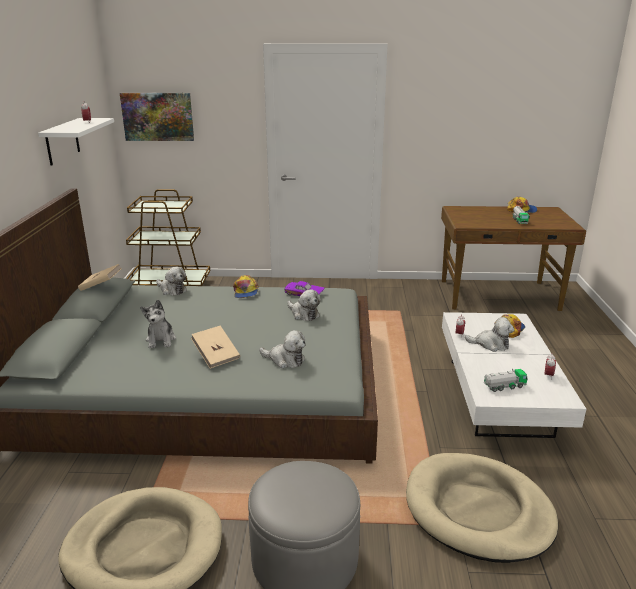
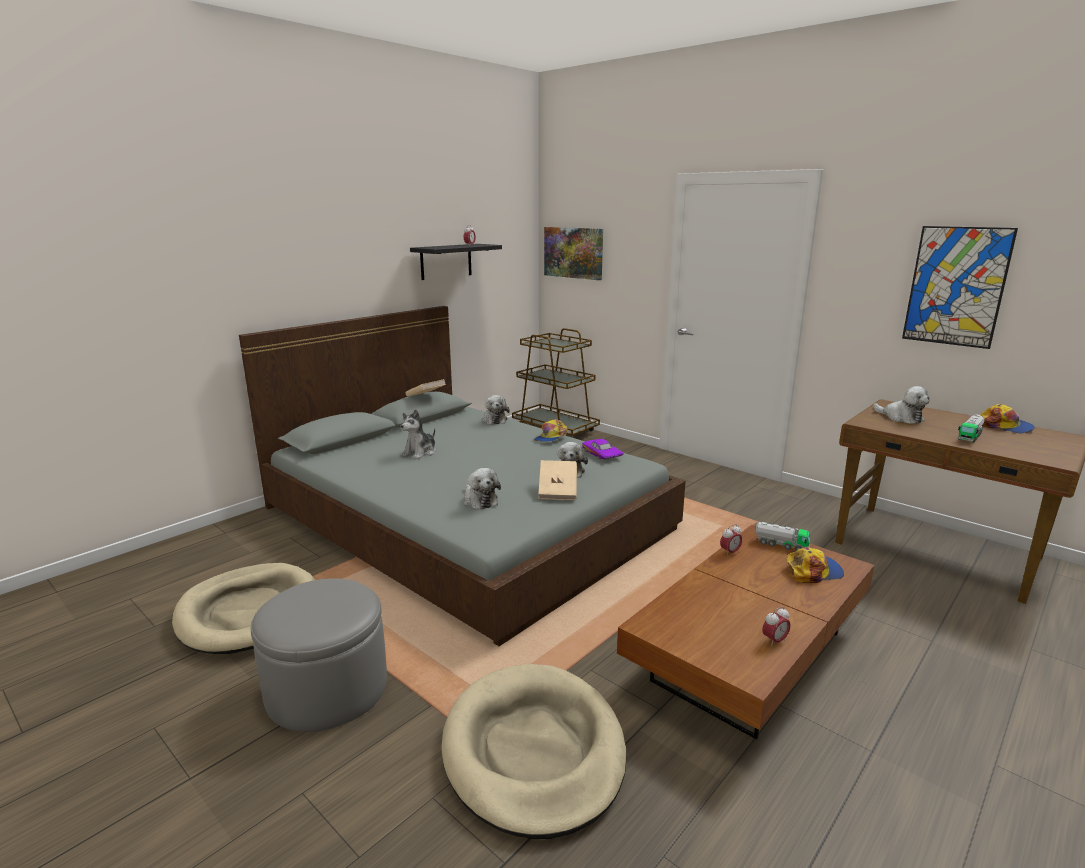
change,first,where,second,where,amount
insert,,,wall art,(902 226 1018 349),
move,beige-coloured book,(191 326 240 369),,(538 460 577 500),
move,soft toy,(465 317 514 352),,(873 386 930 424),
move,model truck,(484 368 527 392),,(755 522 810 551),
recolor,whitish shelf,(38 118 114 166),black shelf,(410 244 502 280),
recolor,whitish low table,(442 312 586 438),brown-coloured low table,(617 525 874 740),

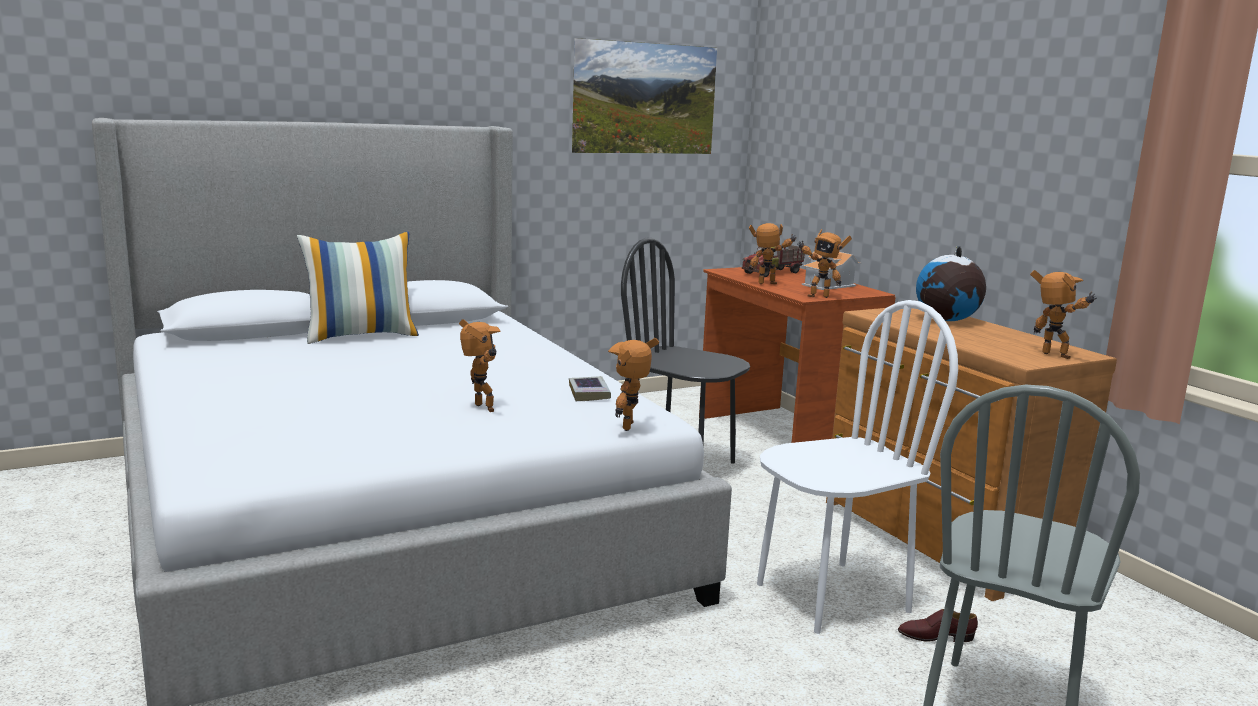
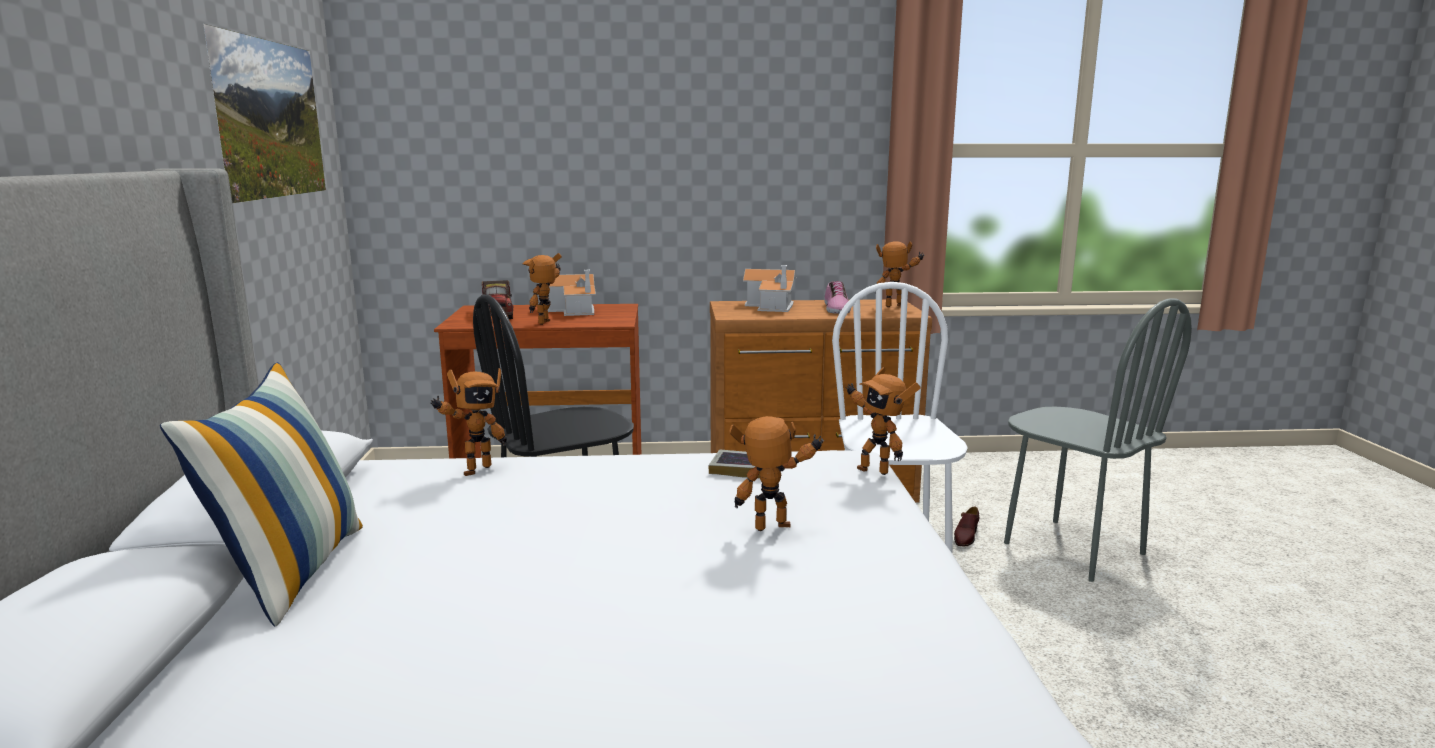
change,first,where,second,where,amount
insert,,,item of footwear,(824 281 851 314),
move,toy robot,(797 229 852 298),,(430 368 507 476),
replace,desk globe,(916 246 986 321),miniature house,(743 265 796 312),

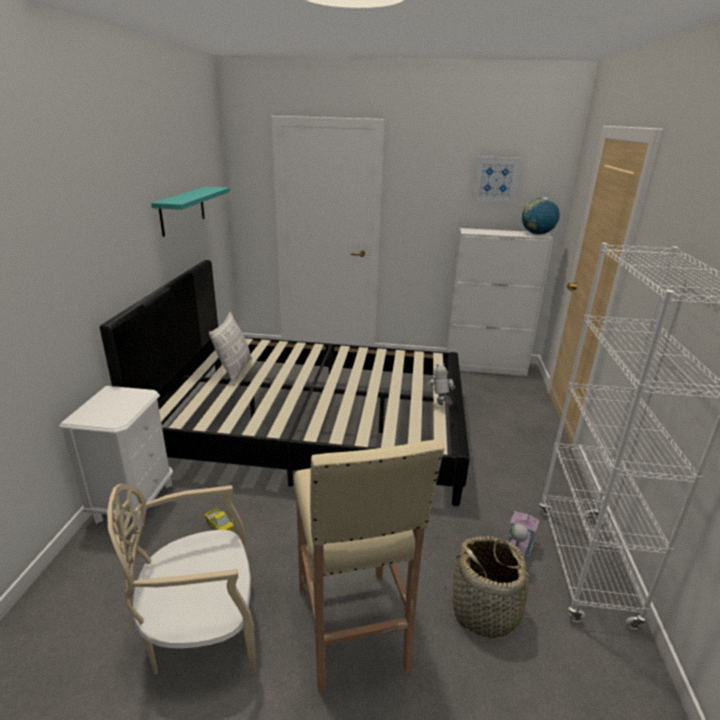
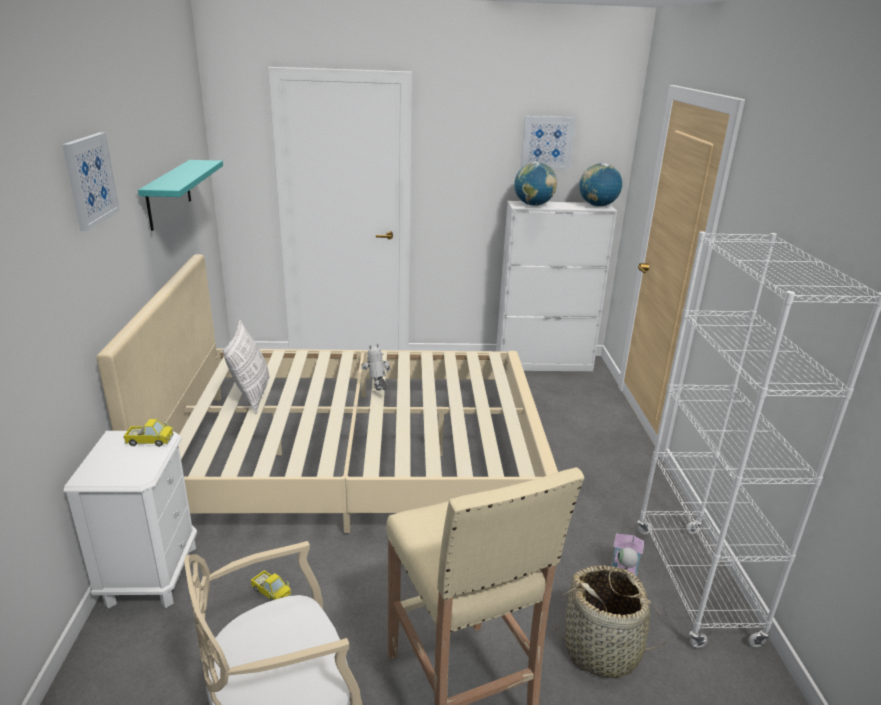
change,first,where,second,where,amount
insert,,,wall art,(62 132 120 231),
insert,,,model truck,(123 419 174 447),
insert,,,desk globe,(514 162 557 206),
move,toy robot,(428 363 455 406),,(361 344 390 391),
recolor,black bedroom bed,(100 260 470 506),beige-coloured bedroom bed,(97 254 558 533),

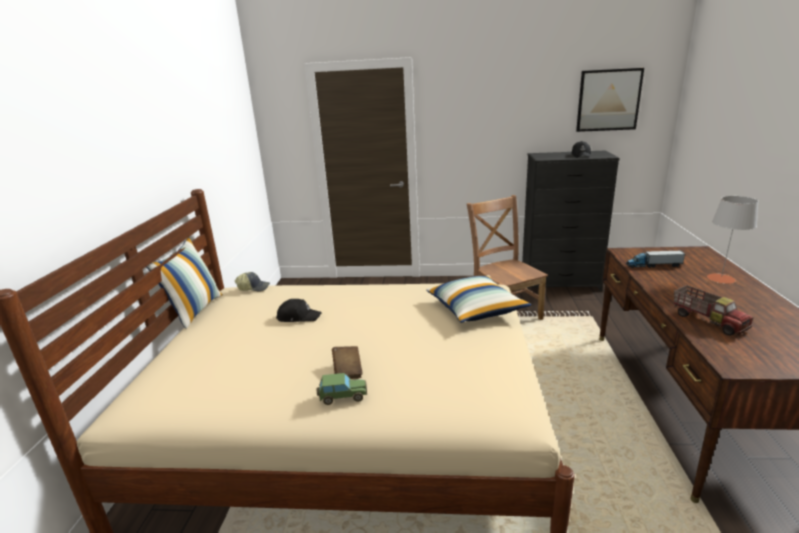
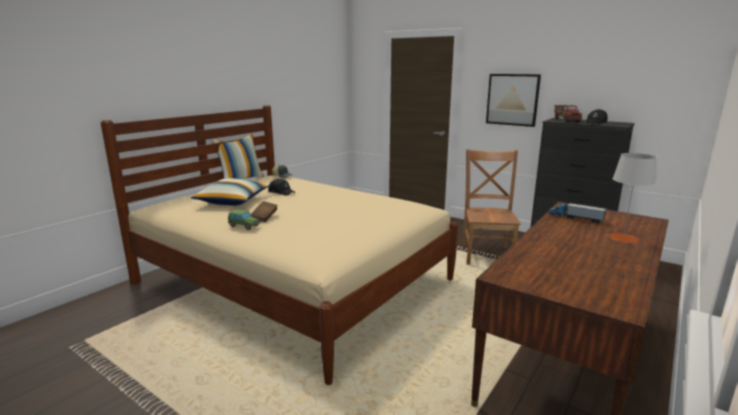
change,first,where,second,where,amount
move,throw pillow,(426 275 531 323),,(191 178 269 206),
move,wall art,(576 68 644 132),,(486 74 541 127),
move,model truck,(674 285 754 336),,(554 105 582 122),

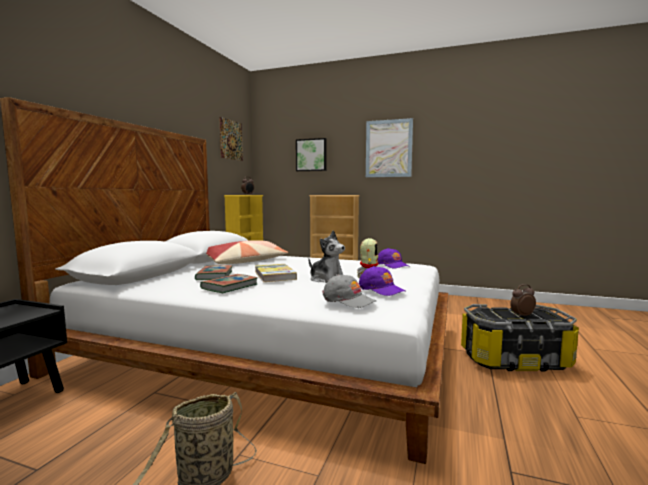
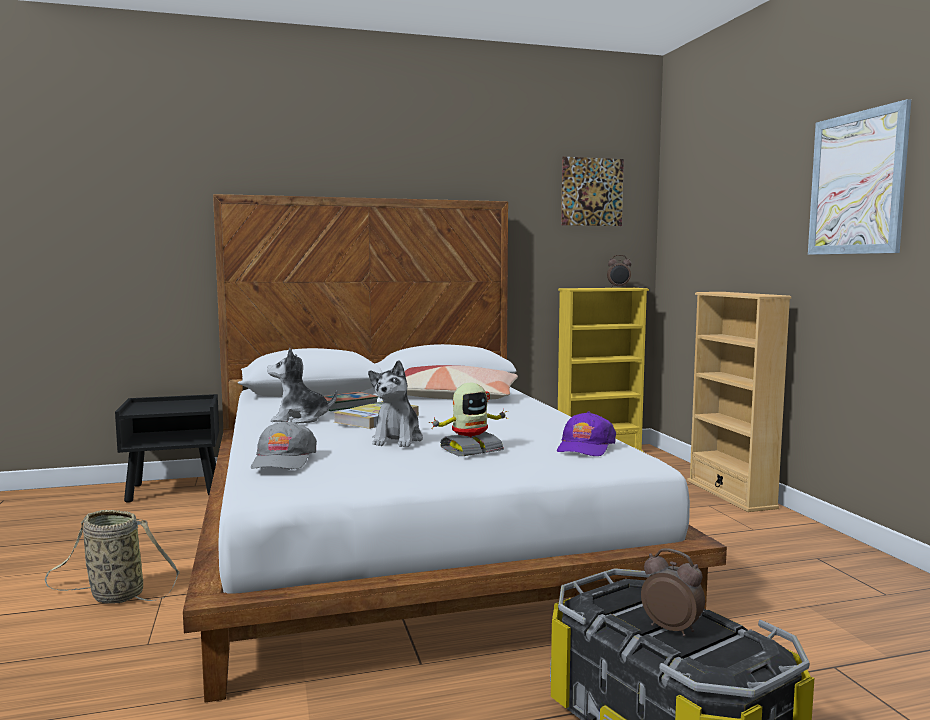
change,first,where,second,where,amount
delete,wall art,(296 138 326 171),,,
delete,purplish peaked cap,(359 266 406 296),,,
replace,book,(200 274 258 293),soft toy,(267 348 337 424),

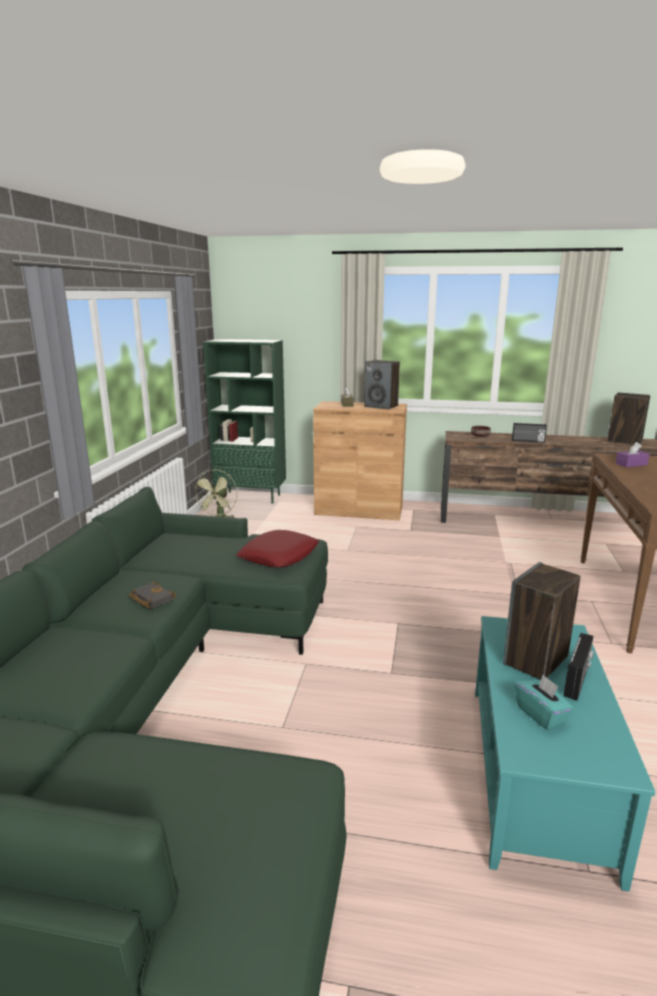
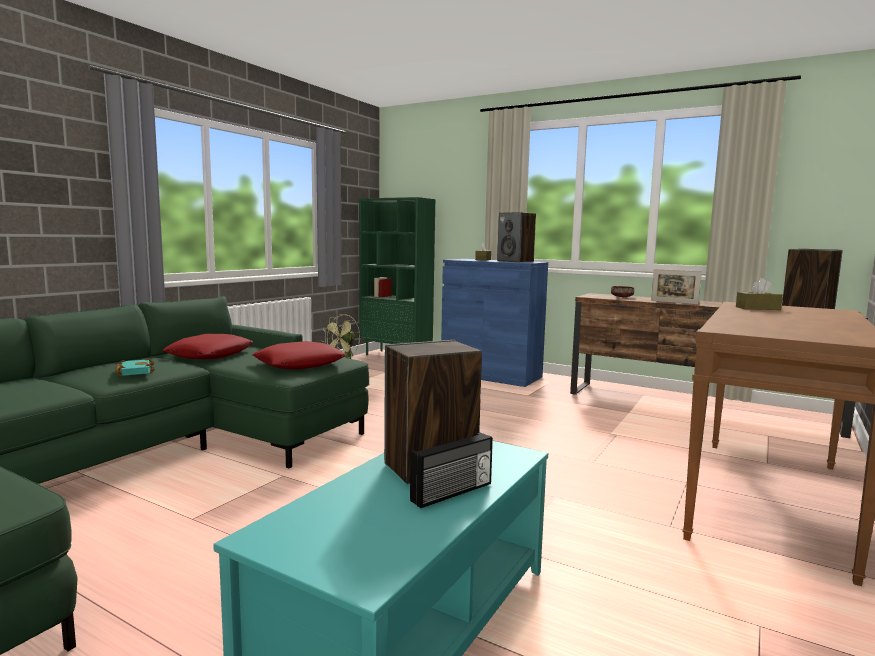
change,first,where,second,where,amount
delete,turquoise tissue box,(515 675 574 730),,,
insert,,,red-coloured throw pillow,(162 334 253 359),
replace,radio receiver,(512 423 547 443),picture frame,(651 269 702 304),
recolor,black book,(129 582 176 609),turquoise book,(115 358 155 376),
recolor,brown-coloured storage cabinet,(313 401 407 520),blue storage cabinet,(441 259 548 387),
recolor,purplish tissue box,(616 442 650 468),brown-coloured tissue box,(736 278 783 310),

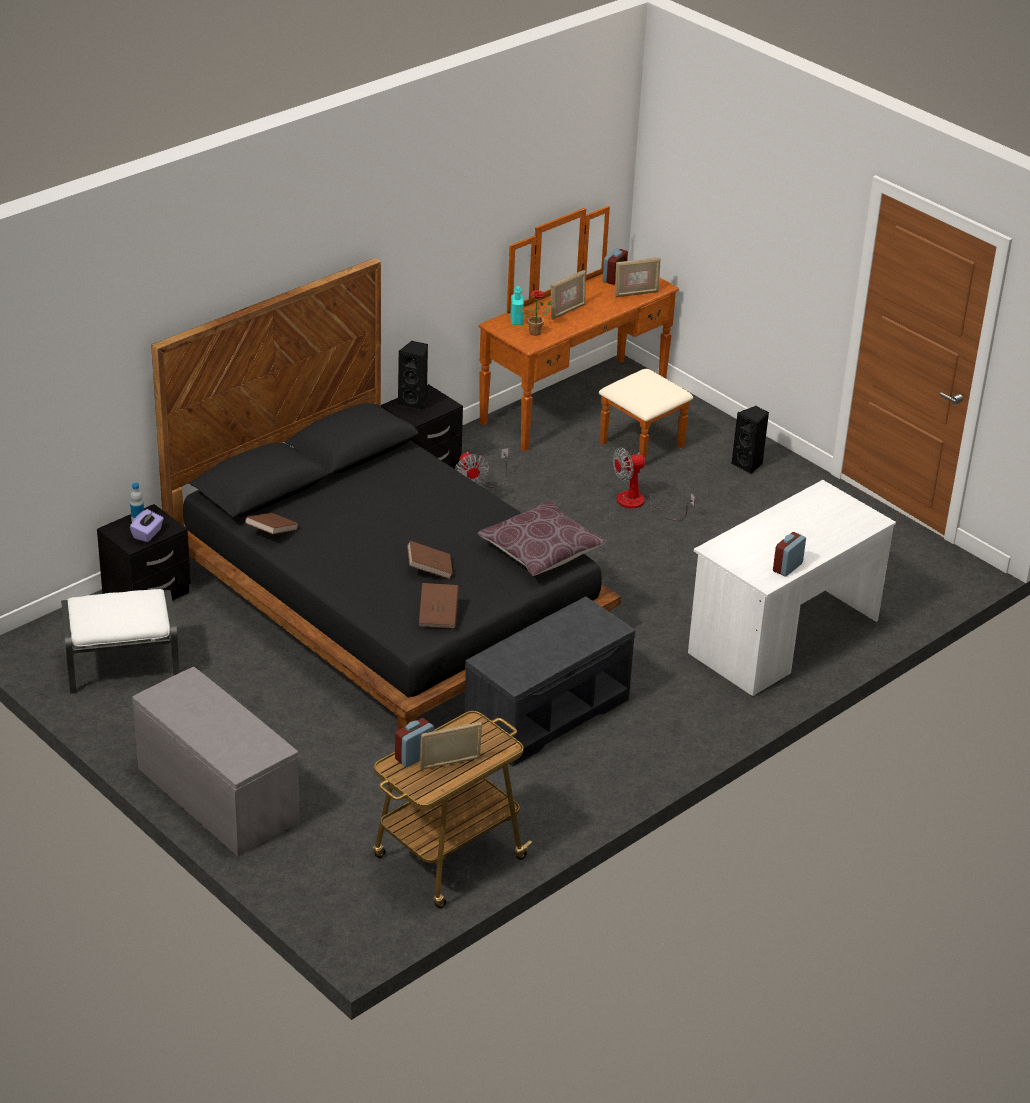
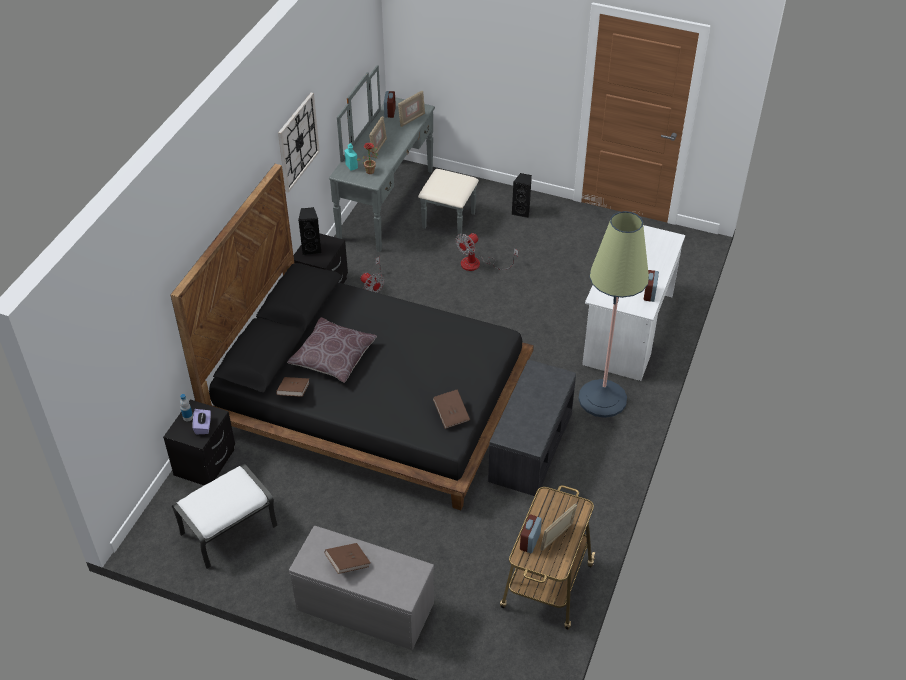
change,first,where,second,where,amount
insert,,,clock on the wall,(278 93 320 193),
insert,,,floor lamp,(578 211 649 418),
move,brown-coloured book,(407 541 453 579),,(324 543 371 574),
move,brown-coloured throw pillow,(478 500 607 576),,(287 317 377 383),
recolor,brown-coloured chest of drawers,(478 206 693 468),gray chest of drawers,(329 65 479 252),

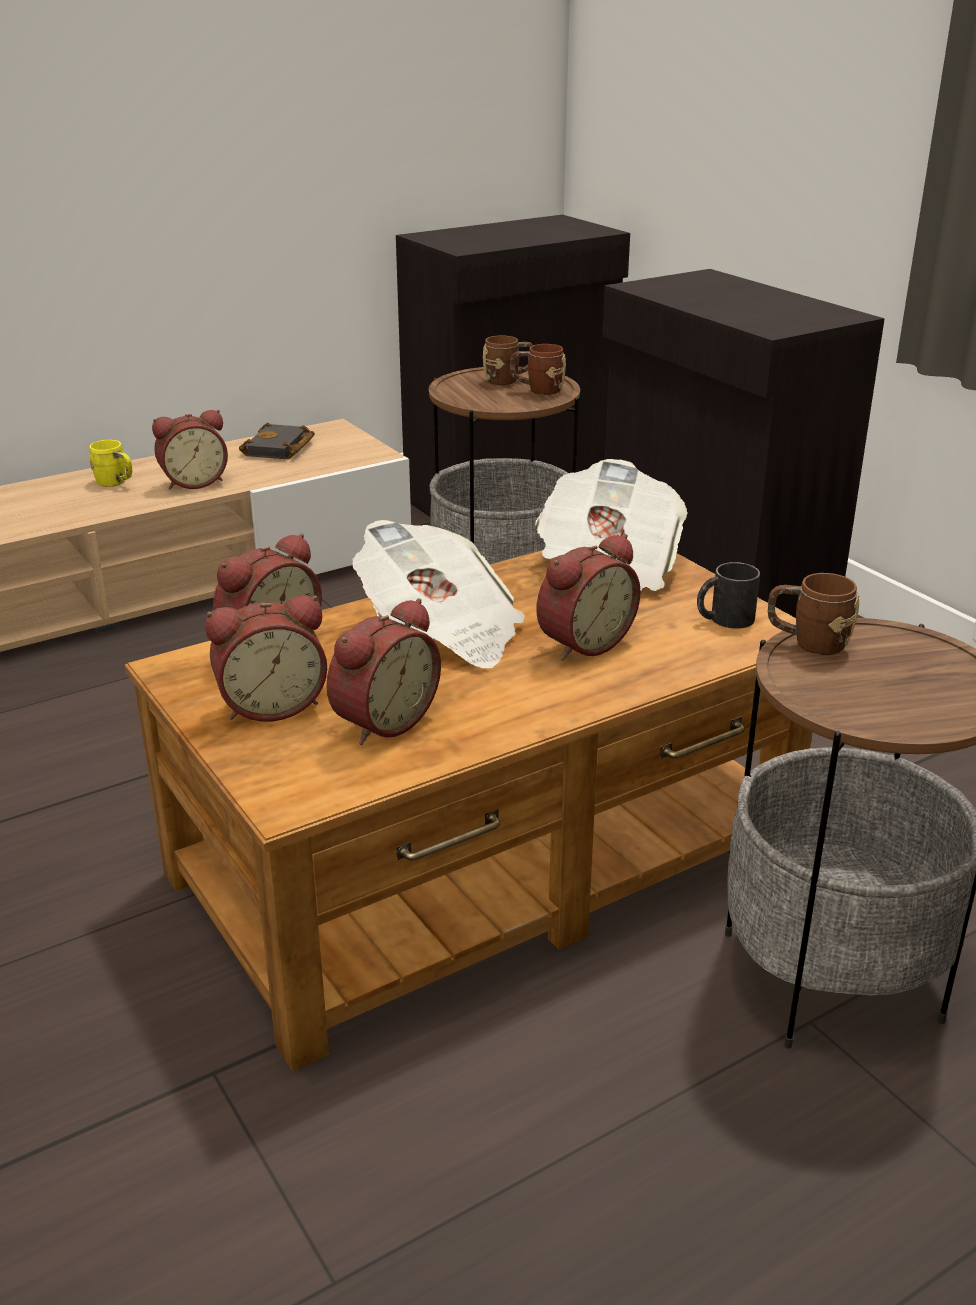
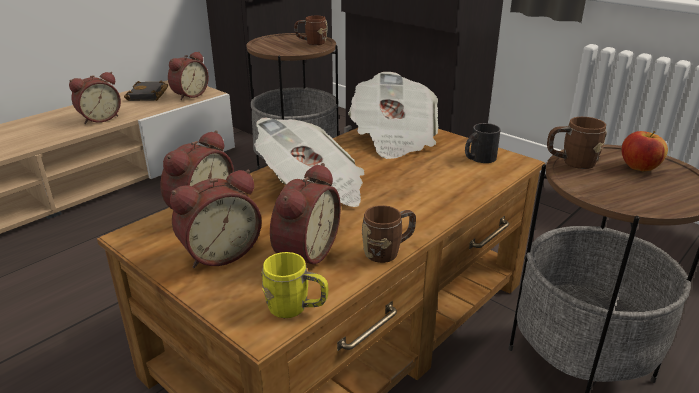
change,first,where,second,where,amount
insert,,,whole apple,(621 131 668 171),
move,yellow-coloured tea mug,(89 440 132 487),,(261 252 328 318),
move,brown-coloured tea mug,(483 335 533 385),,(362 205 416 263),
move,bedside clock,(536 534 641 660),,(168 51 209 100),

